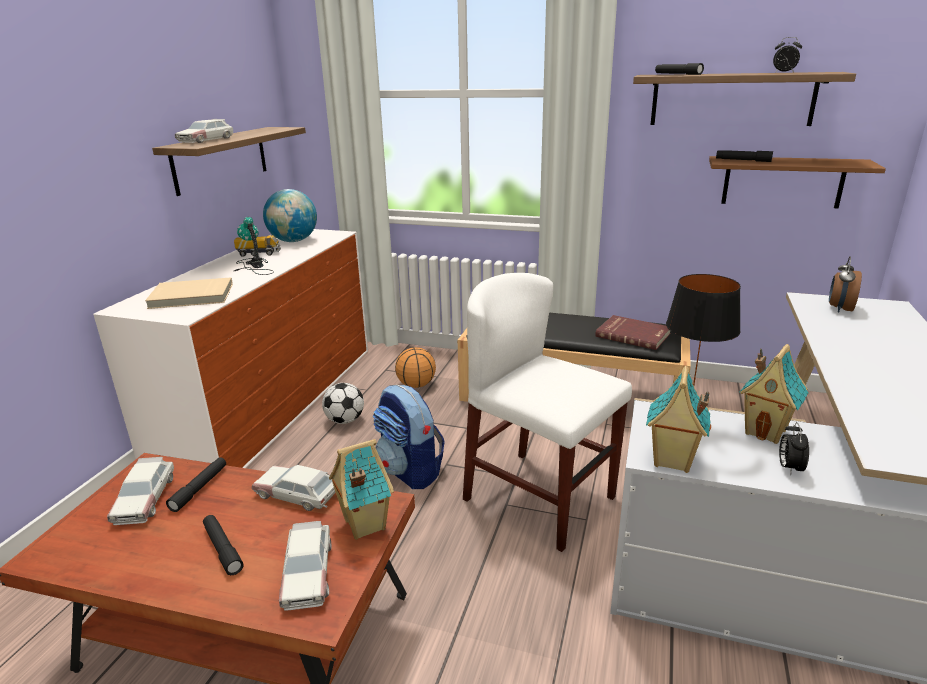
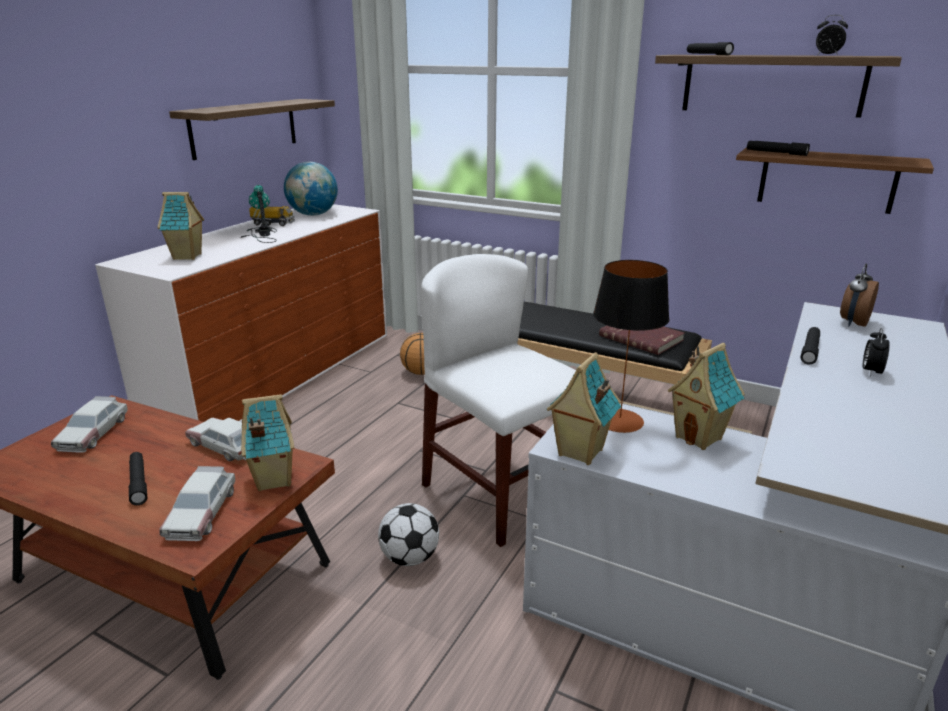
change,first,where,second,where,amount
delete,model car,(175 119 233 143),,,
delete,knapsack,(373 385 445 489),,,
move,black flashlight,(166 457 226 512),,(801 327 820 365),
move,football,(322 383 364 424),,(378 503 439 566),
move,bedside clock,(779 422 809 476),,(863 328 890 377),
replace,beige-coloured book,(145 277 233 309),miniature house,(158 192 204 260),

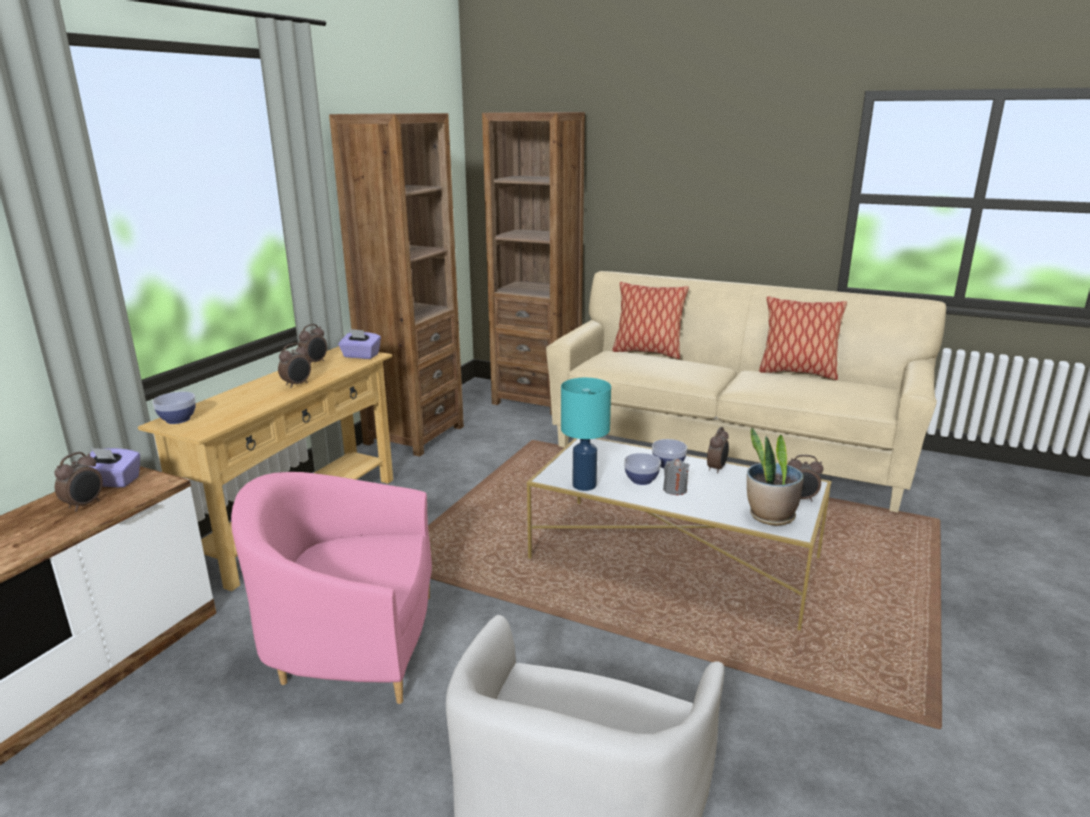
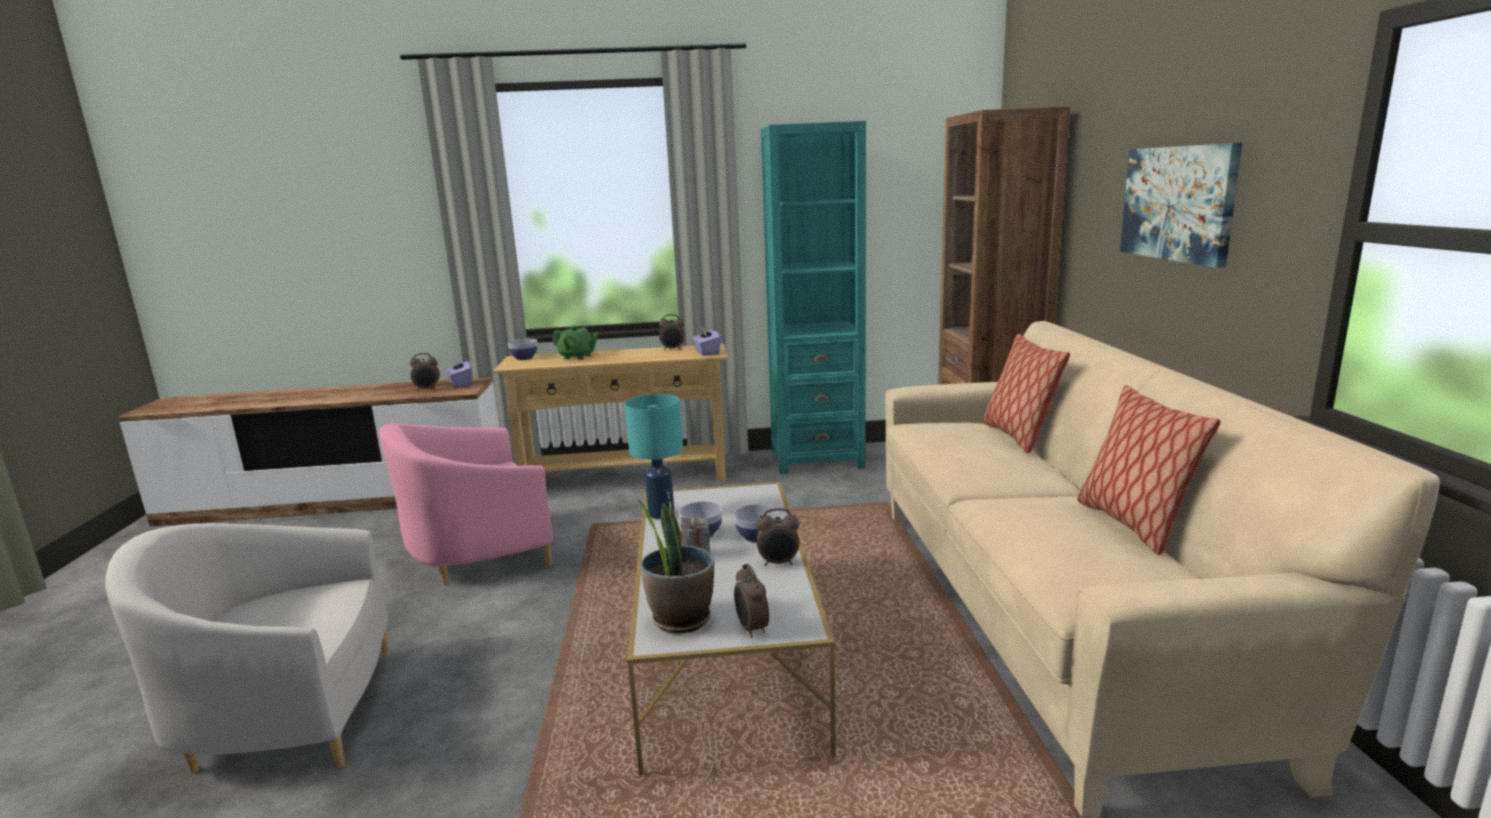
change,first,where,second,where,amount
delete,bedside clock,(278 343 311 388),,,
insert,,,green-coloured tea pot,(552 325 599 360),
insert,,,wall art,(1120 143 1242 268),
recolor,brown-coloured bookshelf,(329 113 464 457),turquoise bookshelf,(761 121 866 474),
rotate,pinkish armchair,(231 472 432 704),,(379 424 553 585),90 degrees counterclockwise

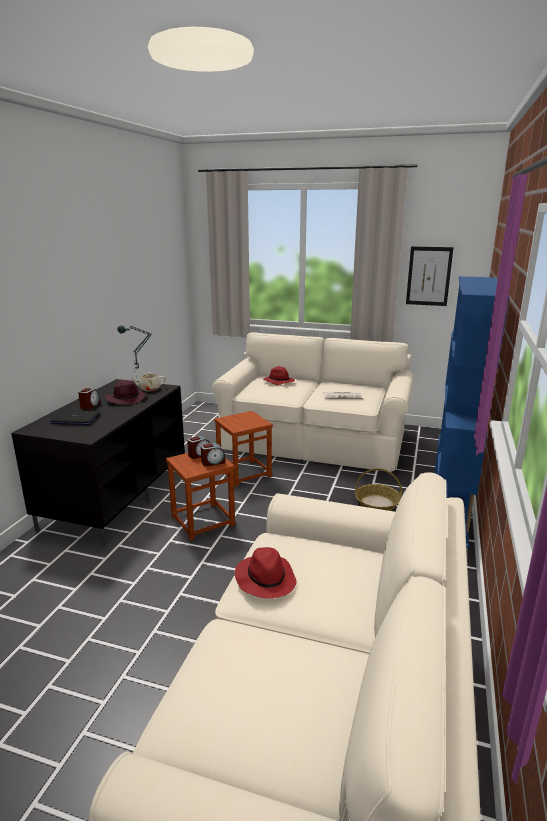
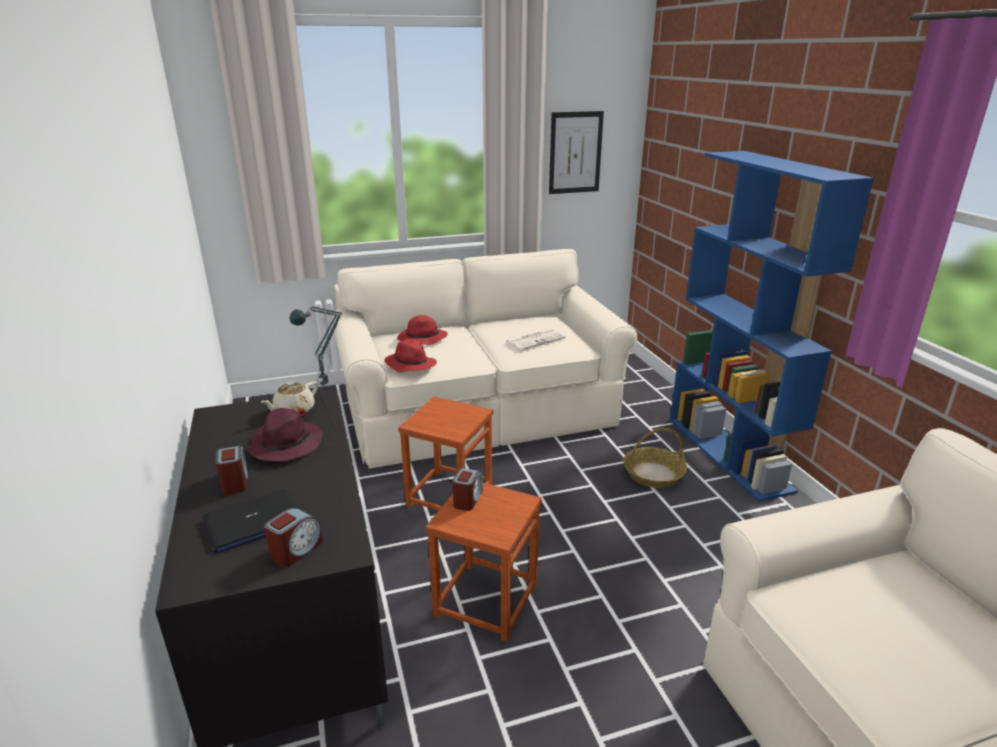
change,first,where,second,where,amount
move,bedside clock,(201 443 225 466),,(264 508 323 568),
move,red-coloured hat,(235 547 297 598),,(384 339 437 372),

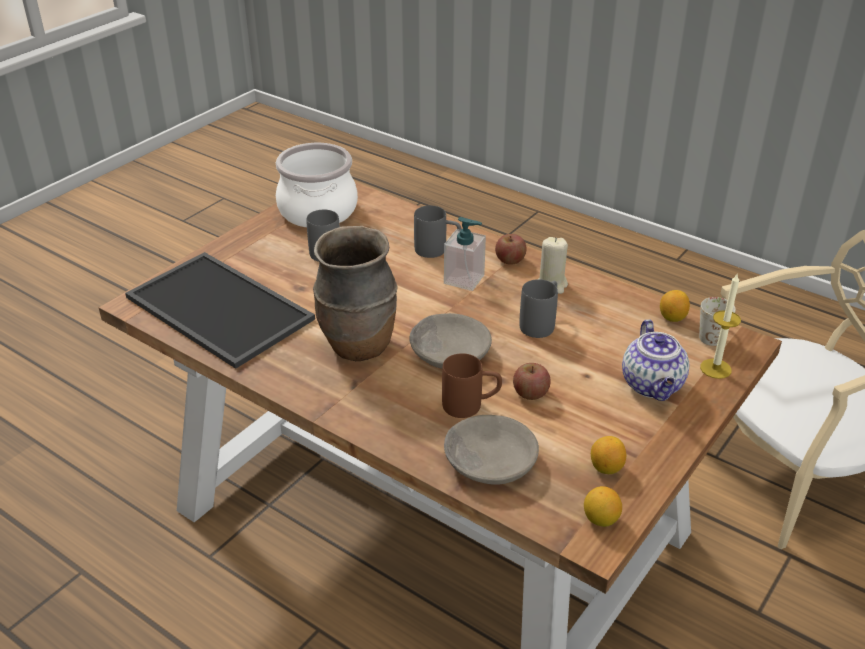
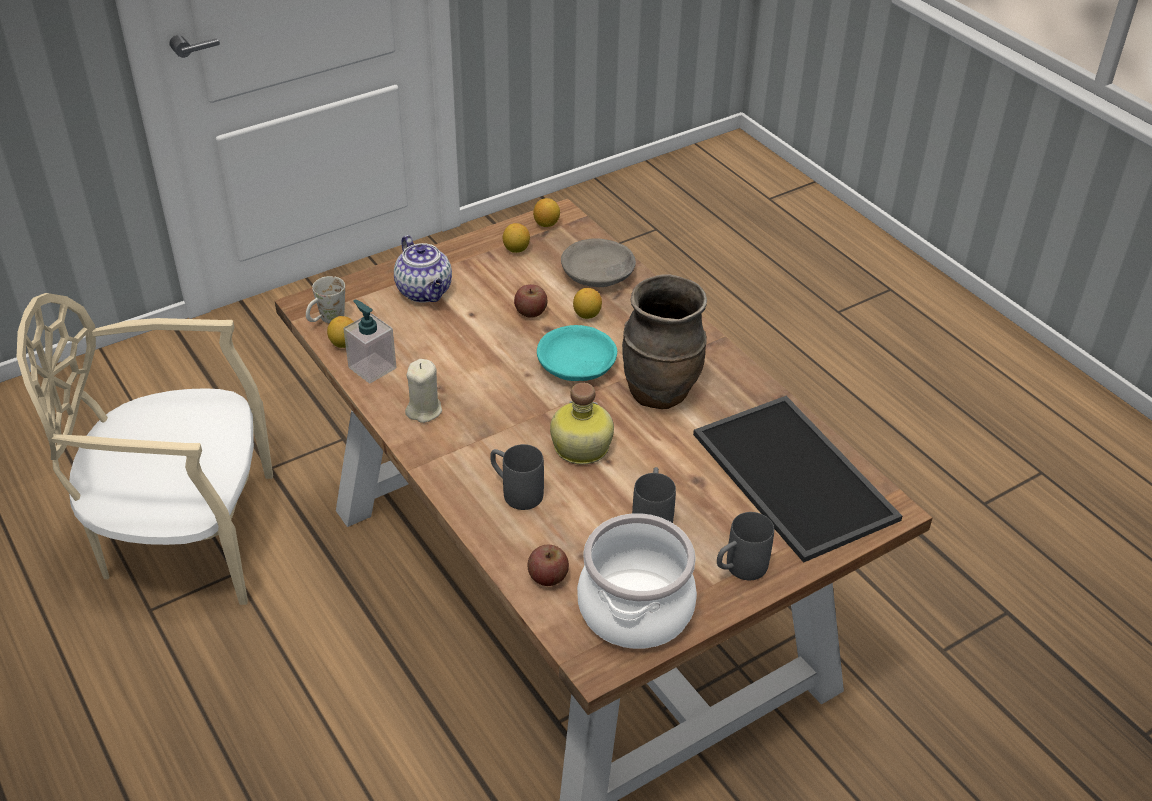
change,first,where,second,where,amount
delete,wax light,(700 274 741 379),,,
insert,,,beverage bottle,(550 383 614 465),
move,soap dispenser,(444 217 486 291),,(343 299 397 383),
move,whole apple,(495 234 527 265),,(527 545 569 586),
move,gray tea mug,(519 279 558 338),,(717 512 774 580),
replace,brown-coloured tea mug,(442 353 502 418),citrus fruit,(573 288 602 319),
recolor,gray bowl,(409 313 492 369),turquoise bowl,(537 325 617 381),
rotate,tea pot,(622 319 689 401),,(394 235 452 303),135 degrees clockwise

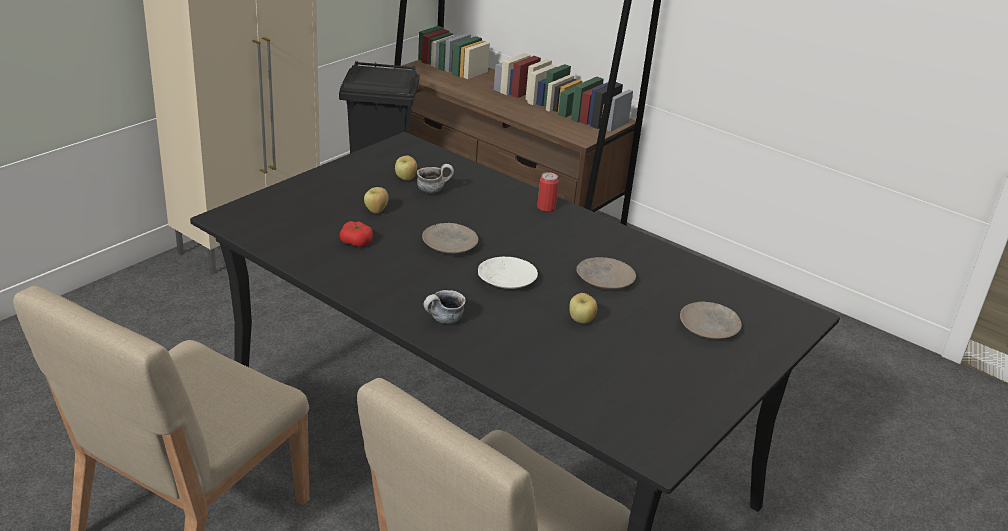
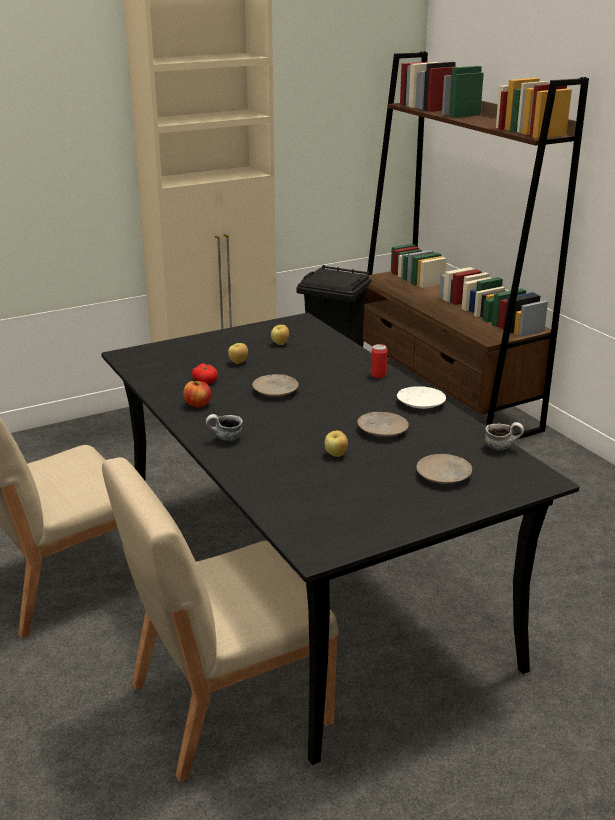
change,first,where,second,where,amount
insert,,,whole apple,(183 381 212 407),
move,tea mug,(417 164 454 193),,(485 422 524 451),
move,whitish plate,(478 257 538 289),,(397 386 446 409),

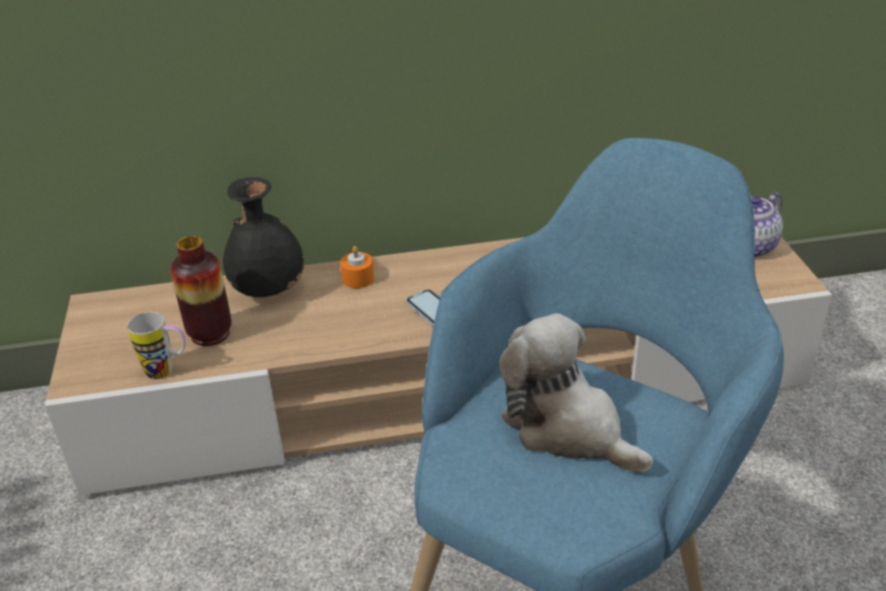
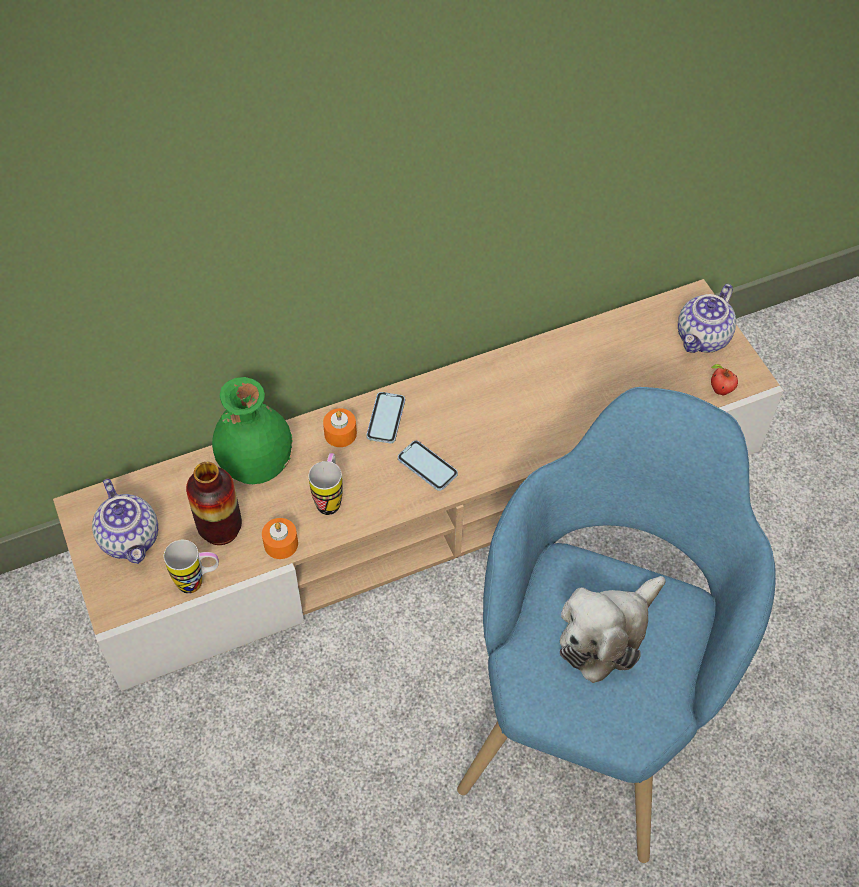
change,first,where,second,where,amount
insert,,,tea pot,(92 479 158 564),
insert,,,orange wax light,(262 518 298 559),
insert,,,tea mug,(308 453 343 515),
insert,,,handset,(366 392 405 444),
insert,,,whole apple,(711 364 738 396),
recolor,black vase,(223 177 304 297),green-coloured vase,(212 377 293 484),
rotate,soft toy,(499 313 653 472),,(560 576 665 683),75 degrees counterclockwise

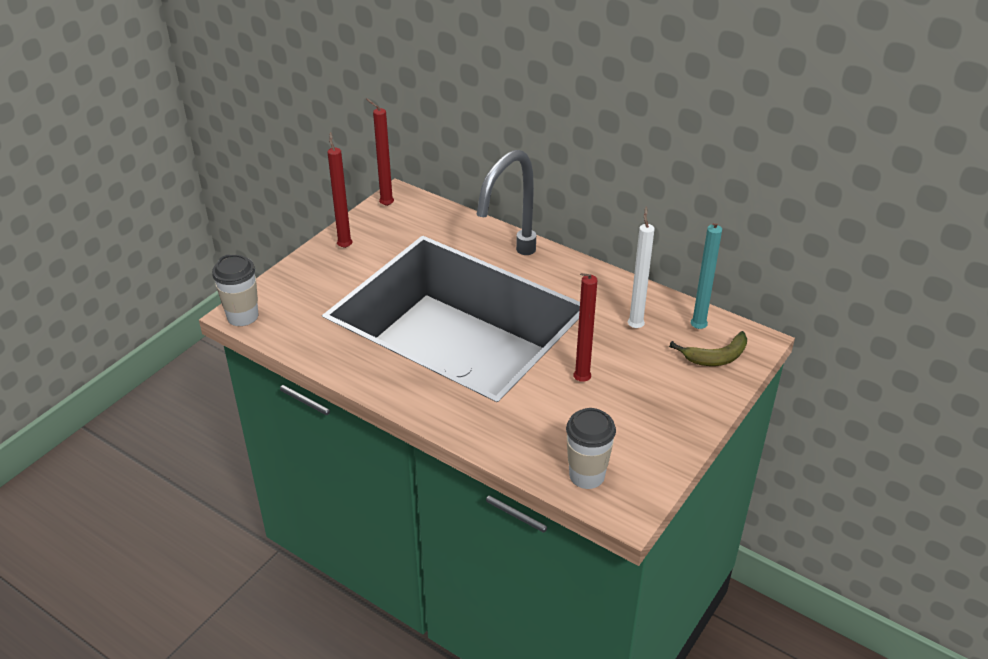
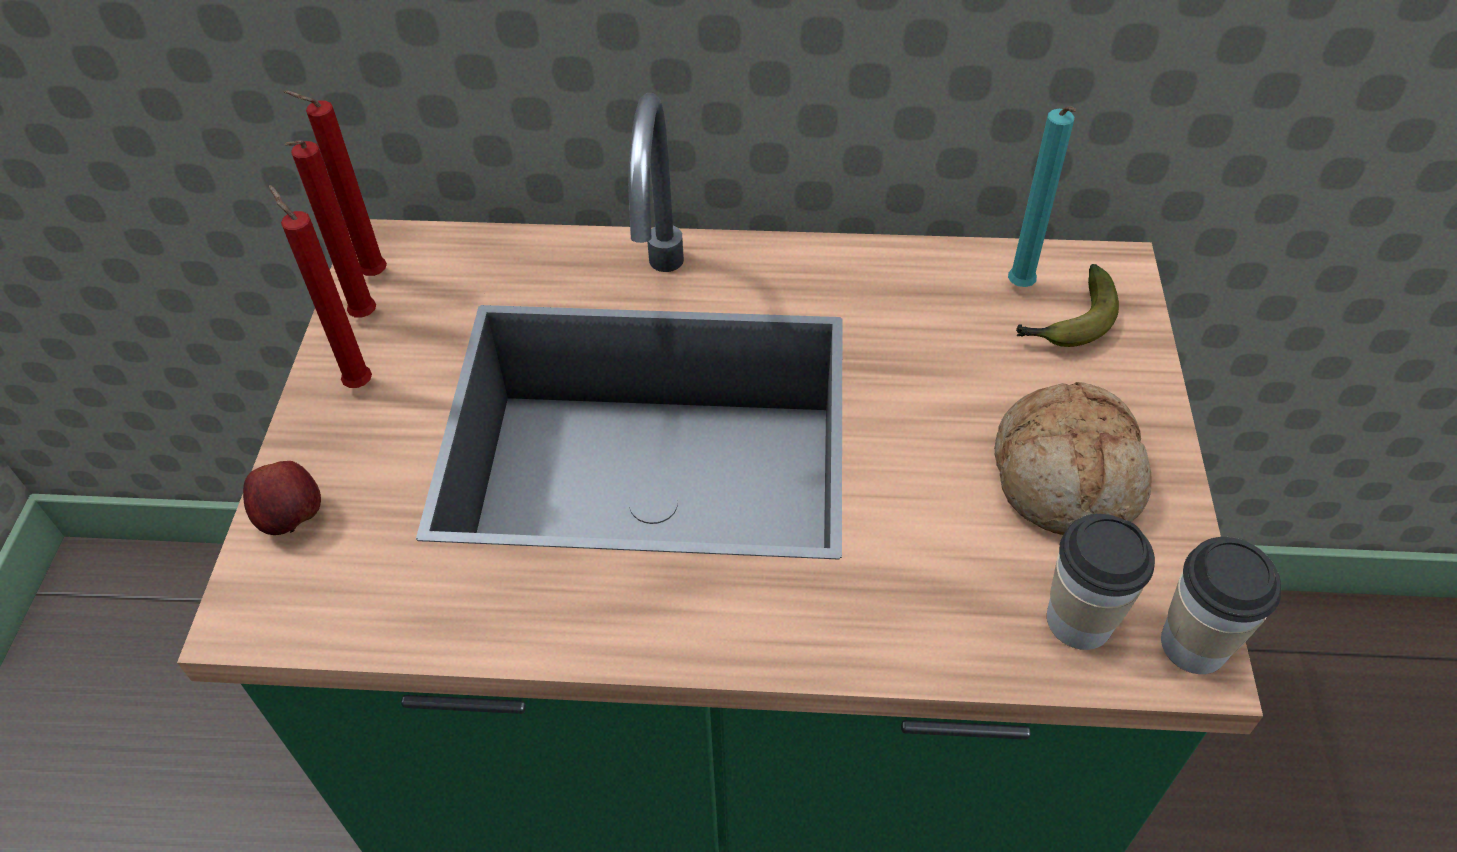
change,first,where,second,where,amount
delete,whitish wax light,(628 207 655 328),,,
insert,,,whole apple,(243 461 321 535),
insert,,,baked bread,(994 382 1151 535),
move,cup,(212 255 258 326),,(1161 537 1281 674),
move,red-coloured wax light,(573 273 597 382),,(285 140 376 317),

